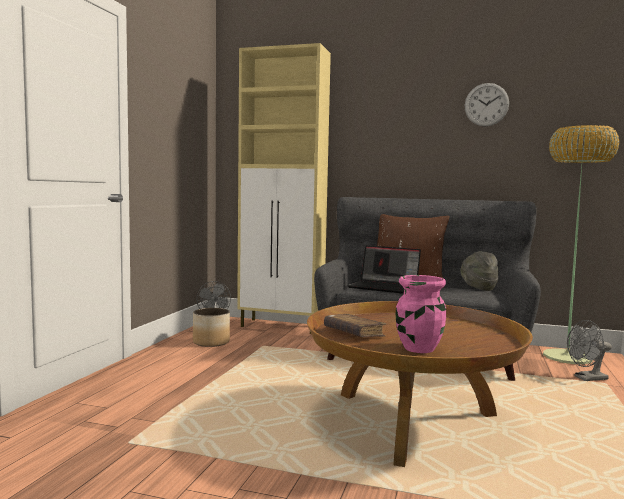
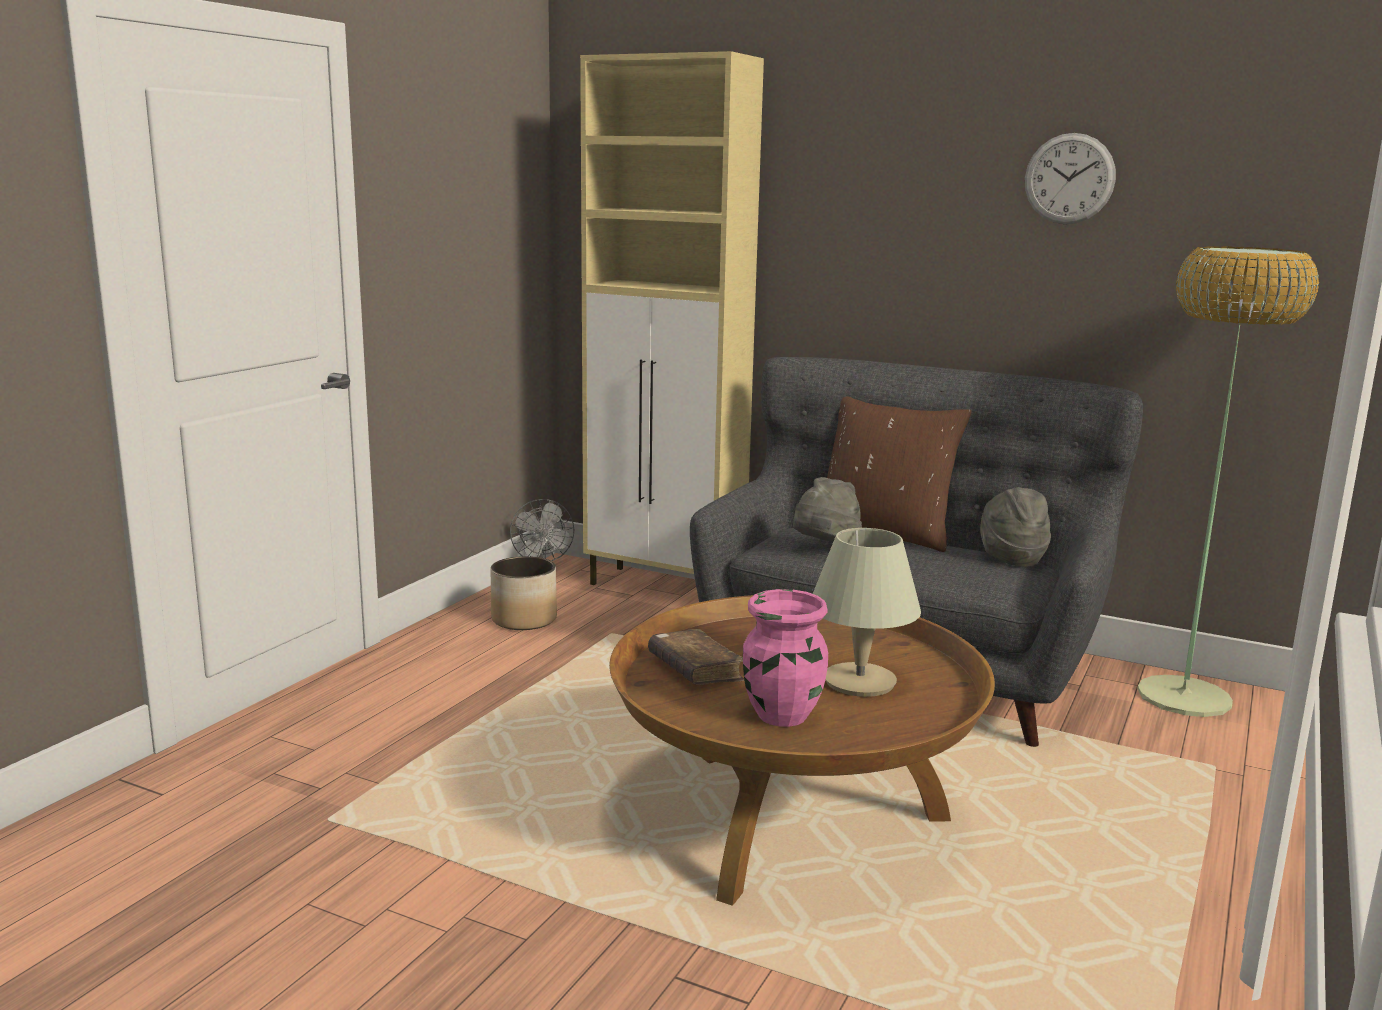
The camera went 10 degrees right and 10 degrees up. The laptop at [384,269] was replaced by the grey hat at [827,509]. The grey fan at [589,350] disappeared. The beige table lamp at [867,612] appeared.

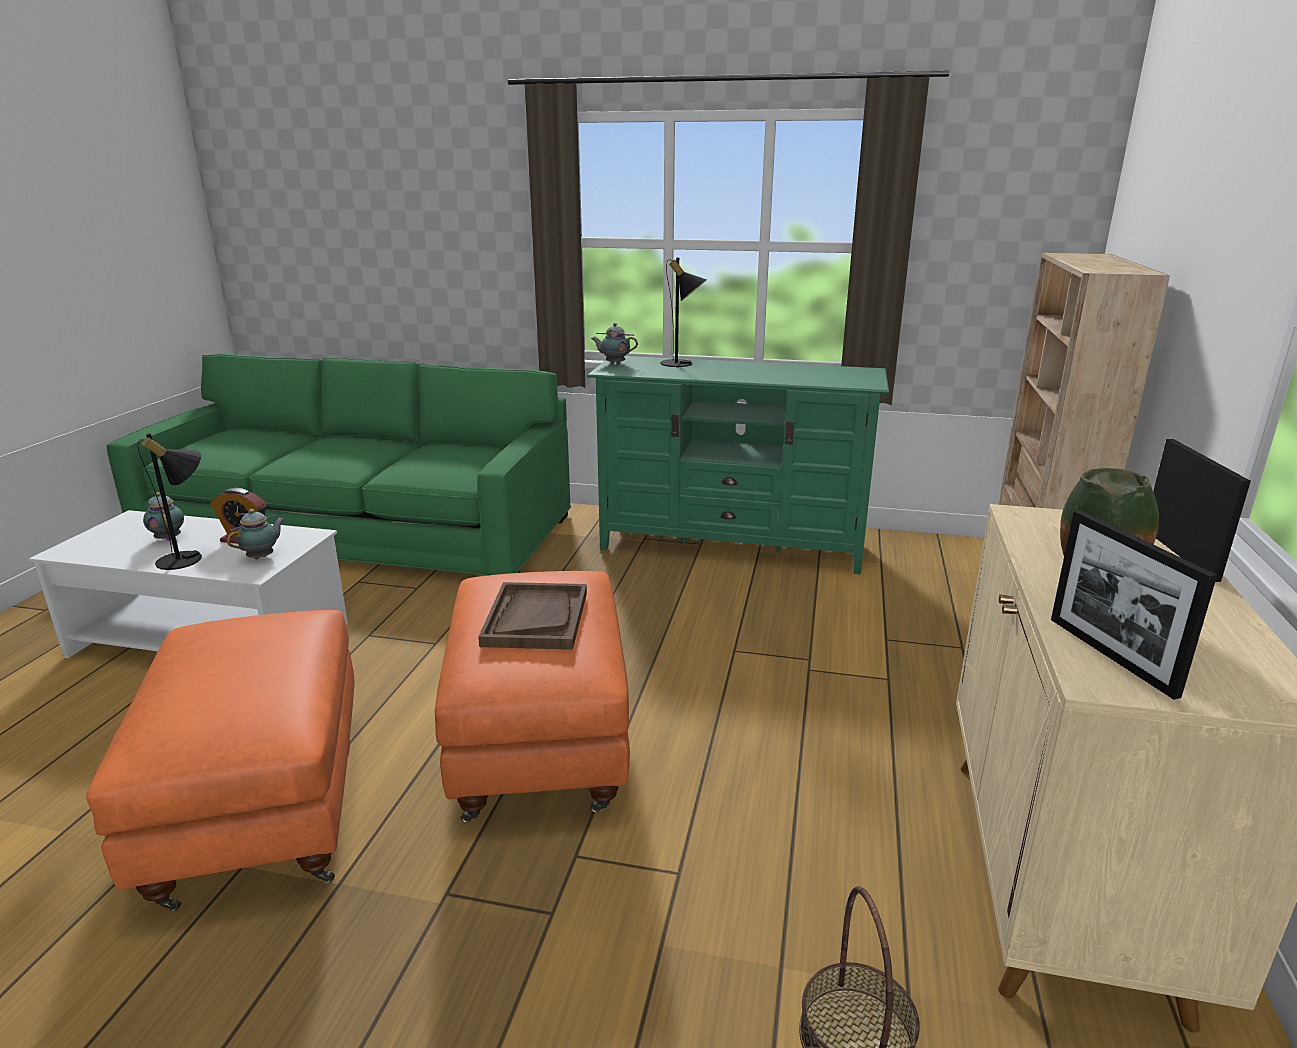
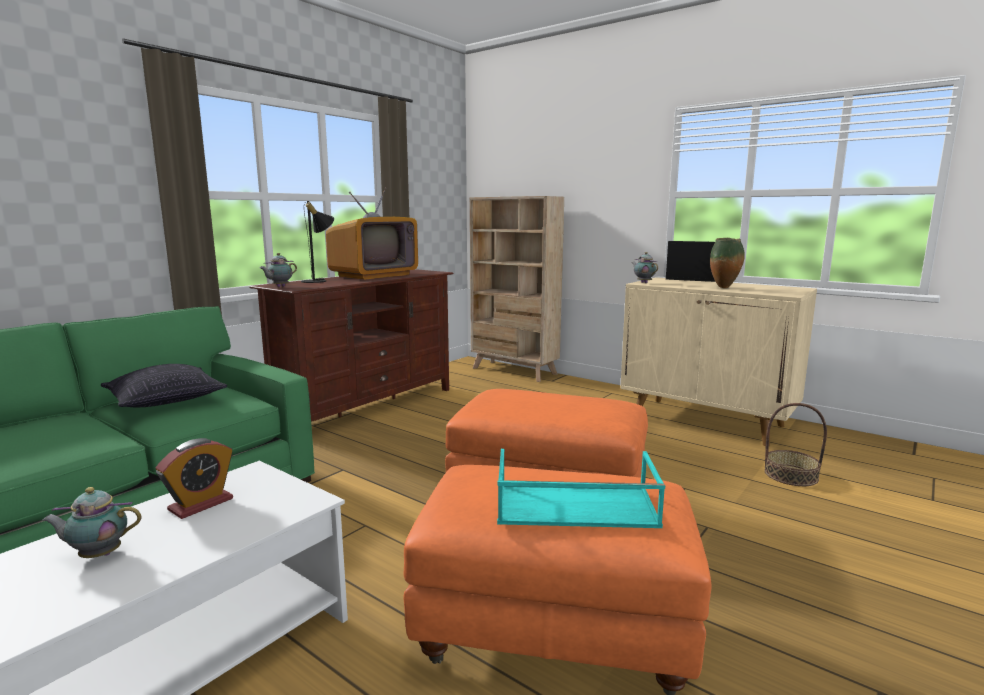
The camera went 65 degrees left and 10 degrees down. The black table lamp at [169,501] disappeared. The teapot moved from [256,534] to [645,267]. The brown tray at [532,616] disappeared. The green tv stand at [738,465] became the brown tv stand at [351,345]. The picture frame at [1134,605] disappeared. The pillow at [163,385] appeared. The television at [372,233] appeared. The turquoise tray at [581,488] appeared.

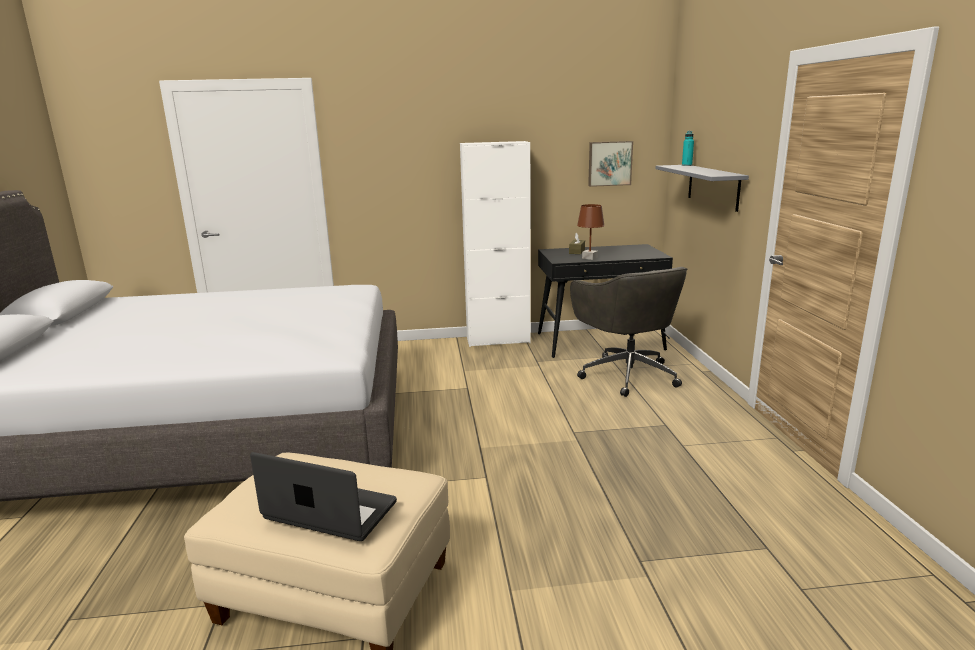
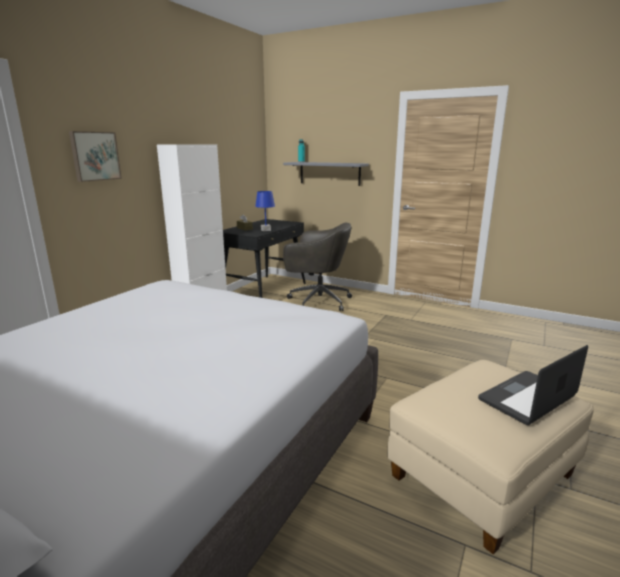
The camera went 55 degrees left and 0 degrees up. The brown table lamp at [591,232] became the blue table lamp at [265,211]. The picture moved from [610,164] to [95,156].

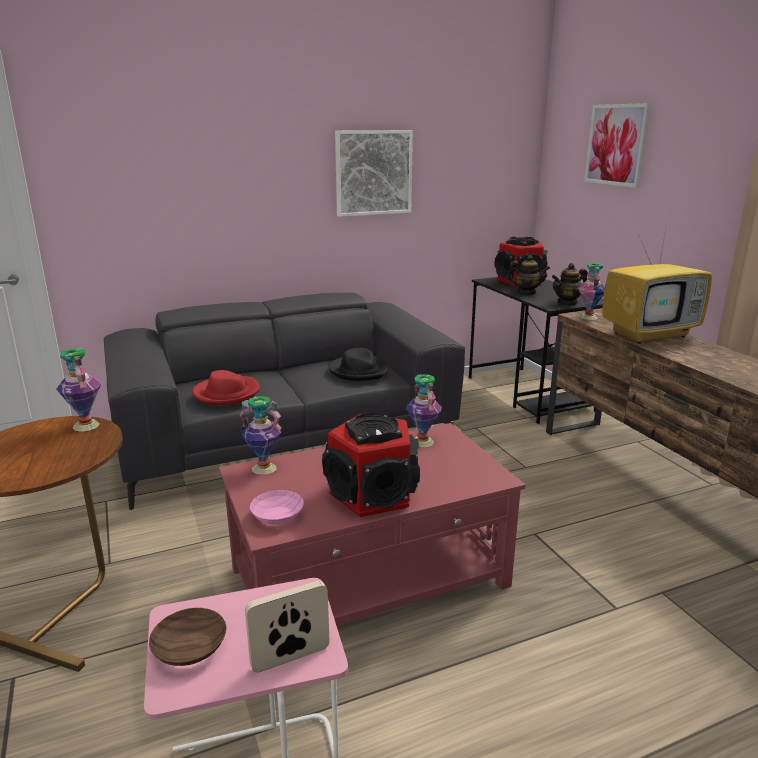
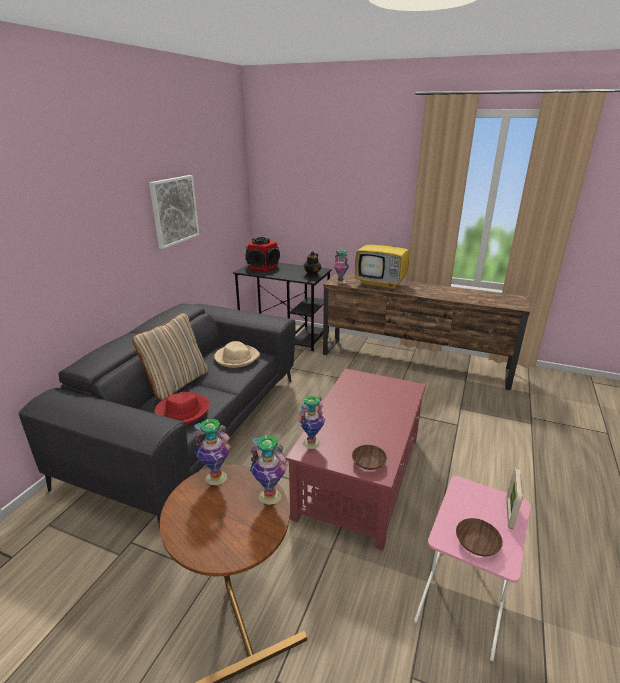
The camera went 45 degrees left and 5 degrees up. The pink bowl at [277,507] became the brown bowl at [369,457]. The speaker at [371,465] disappeared. The black hat at [358,364] became the beige hat at [237,354]. The vase moved from [424,410] to [268,470]. The teapot at [528,274] disappeared. The picture at [617,145] disappeared. The television at [657,283] turned 90 degrees clockwise. The beige pillow at [170,357] appeared.

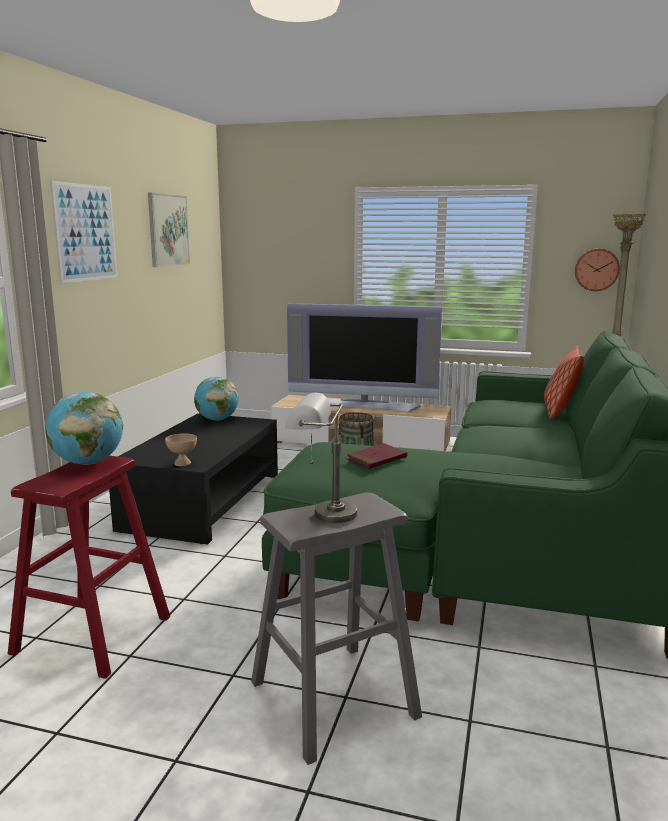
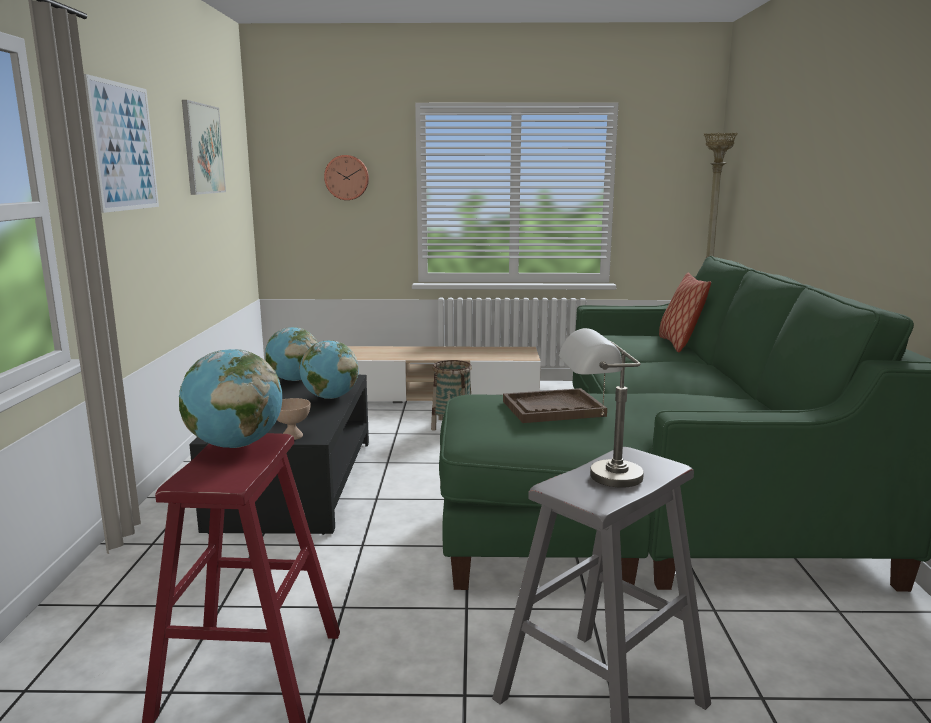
The camera went 15 degrees left and 0 degrees up. The television at [364,357] disappeared. The red book at [377,456] was replaced by the brown tray at [555,405]. The wall clock moved from [597,269] to [346,177]. The globe at [329,369] appeared.

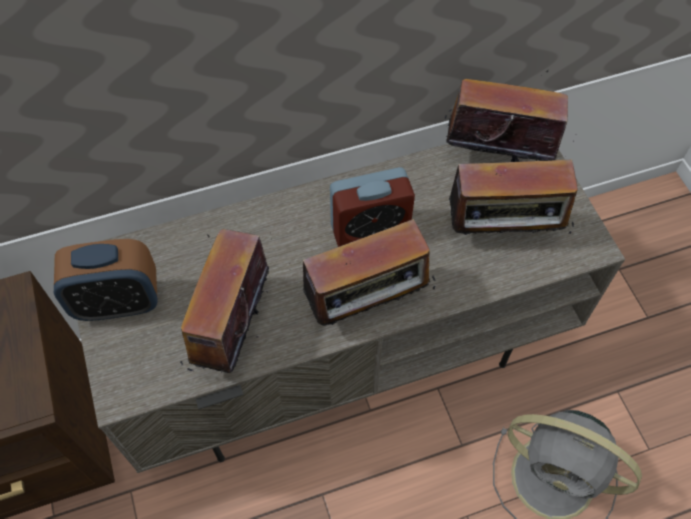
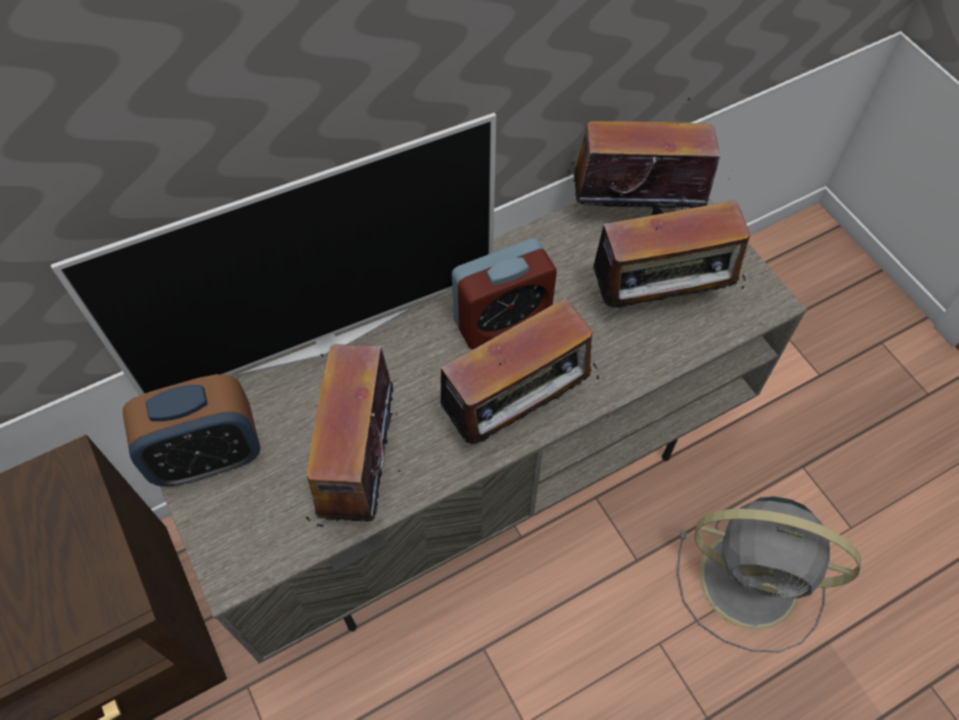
The camera went 10 degrees left and 0 degrees up. The television at [273,254] appeared.

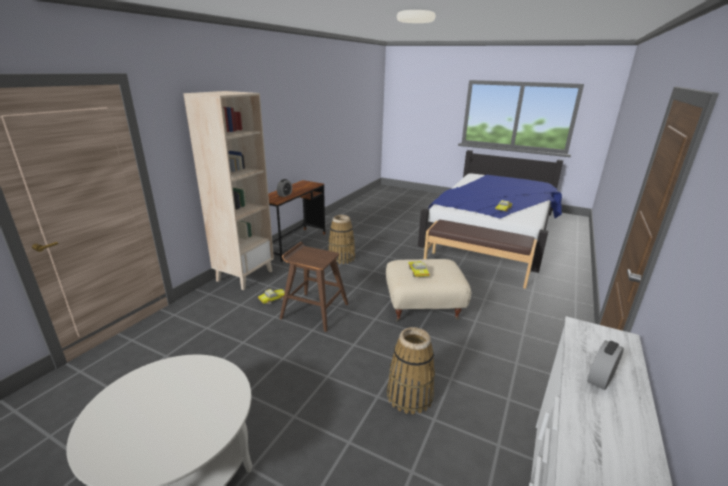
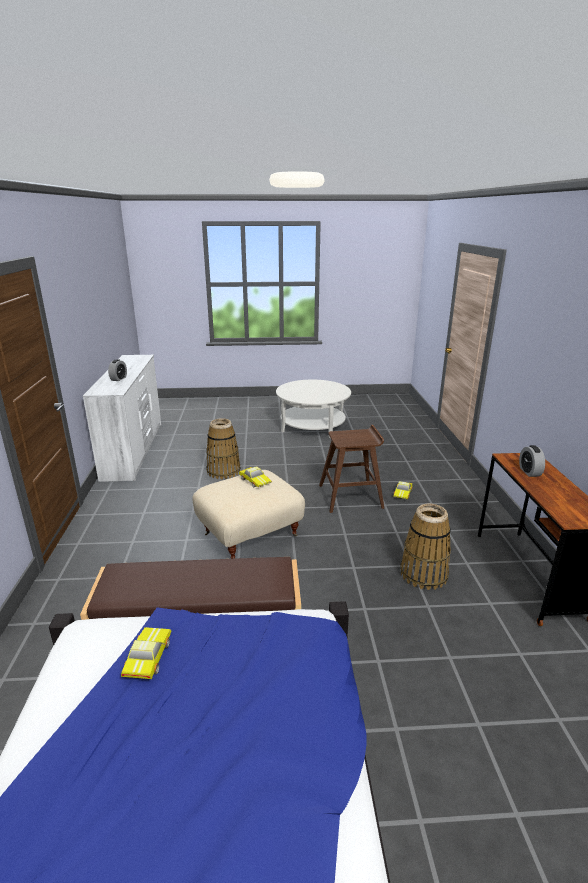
The camera went 150 degrees right and 0 degrees up. The beige bookcase at [228,190] disappeared.

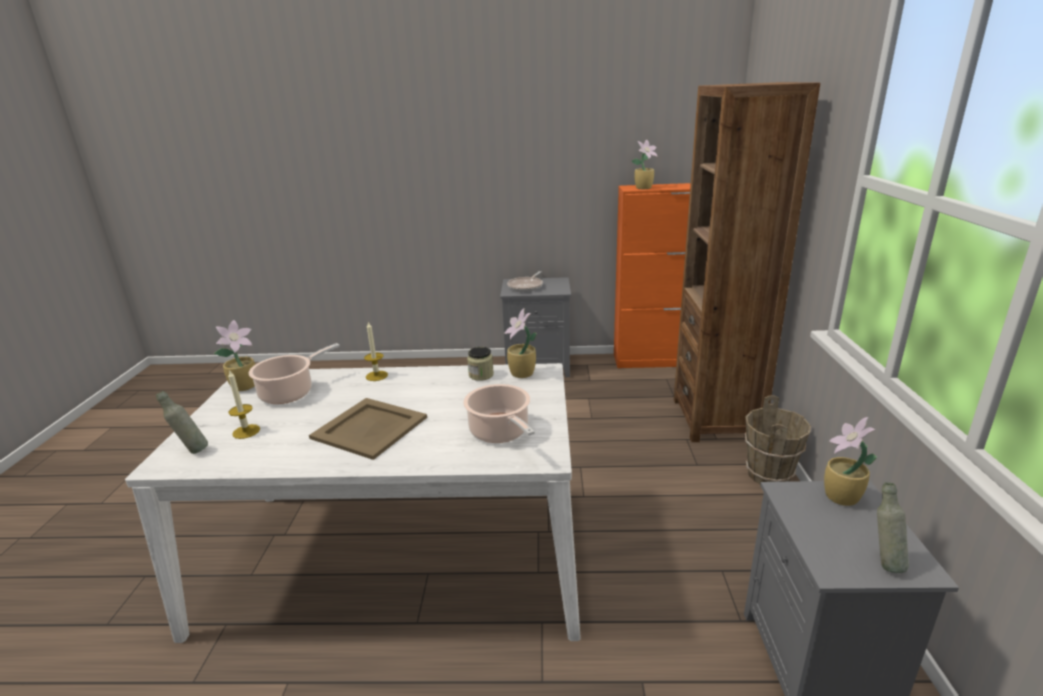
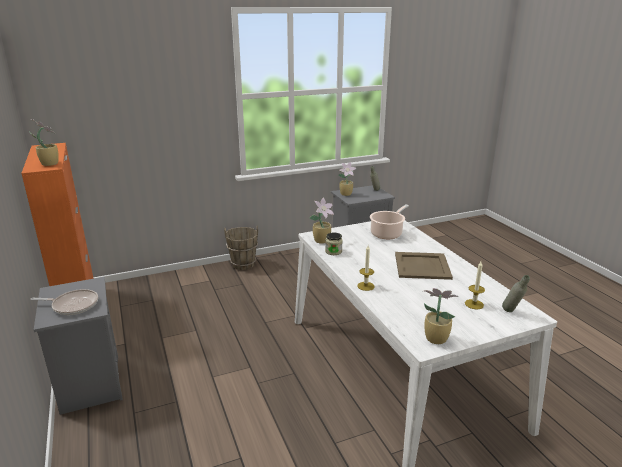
The camera went 115 degrees left and 0 degrees up. The cooking pot at [294,373] disappeared. The brown bookcase at [747,262] disappeared.

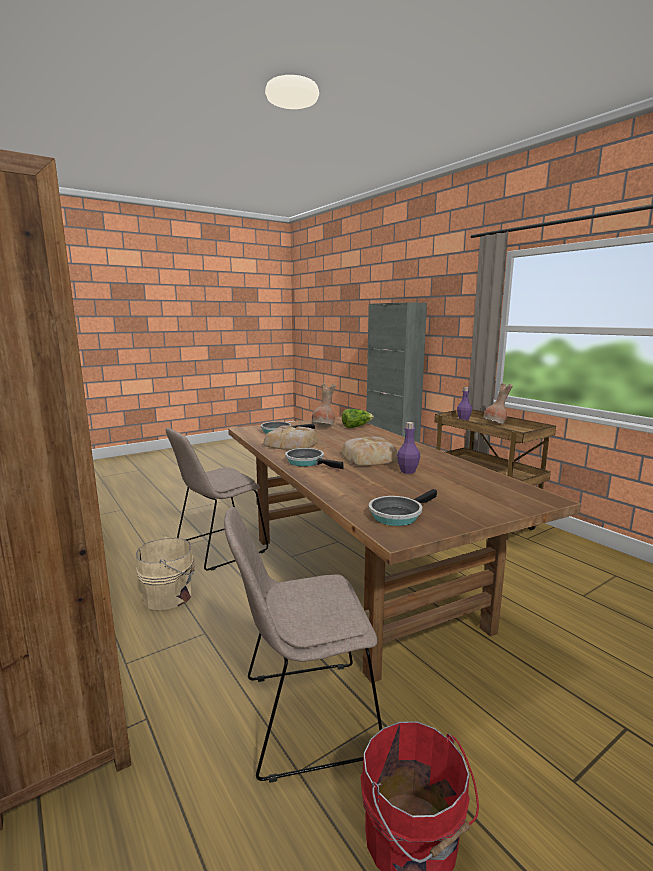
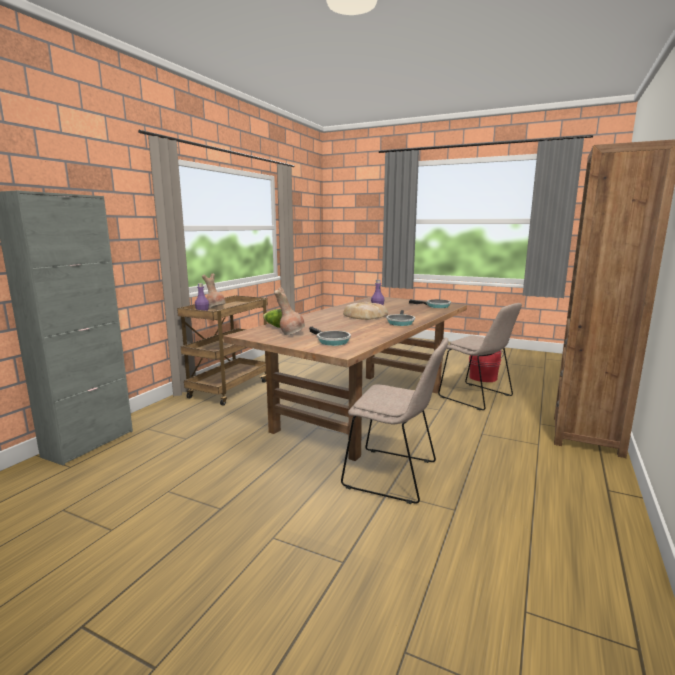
The camera went 120 degrees left and 0 degrees up. The beige bucket at [165,572] disappeared. The bread at [290,437] disappeared.

